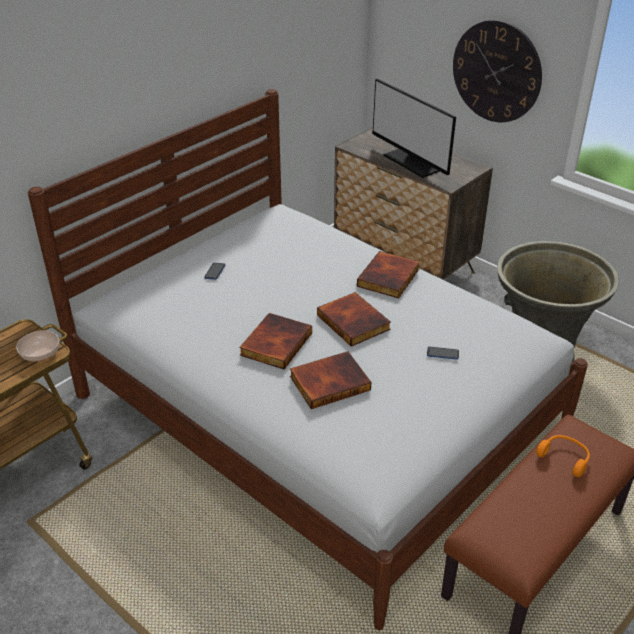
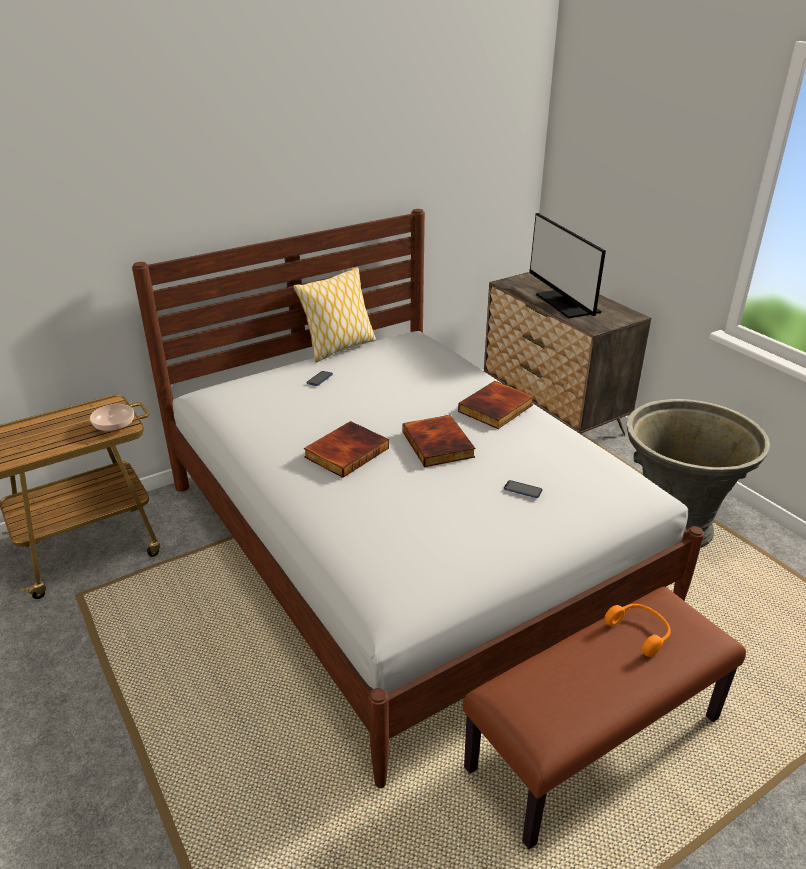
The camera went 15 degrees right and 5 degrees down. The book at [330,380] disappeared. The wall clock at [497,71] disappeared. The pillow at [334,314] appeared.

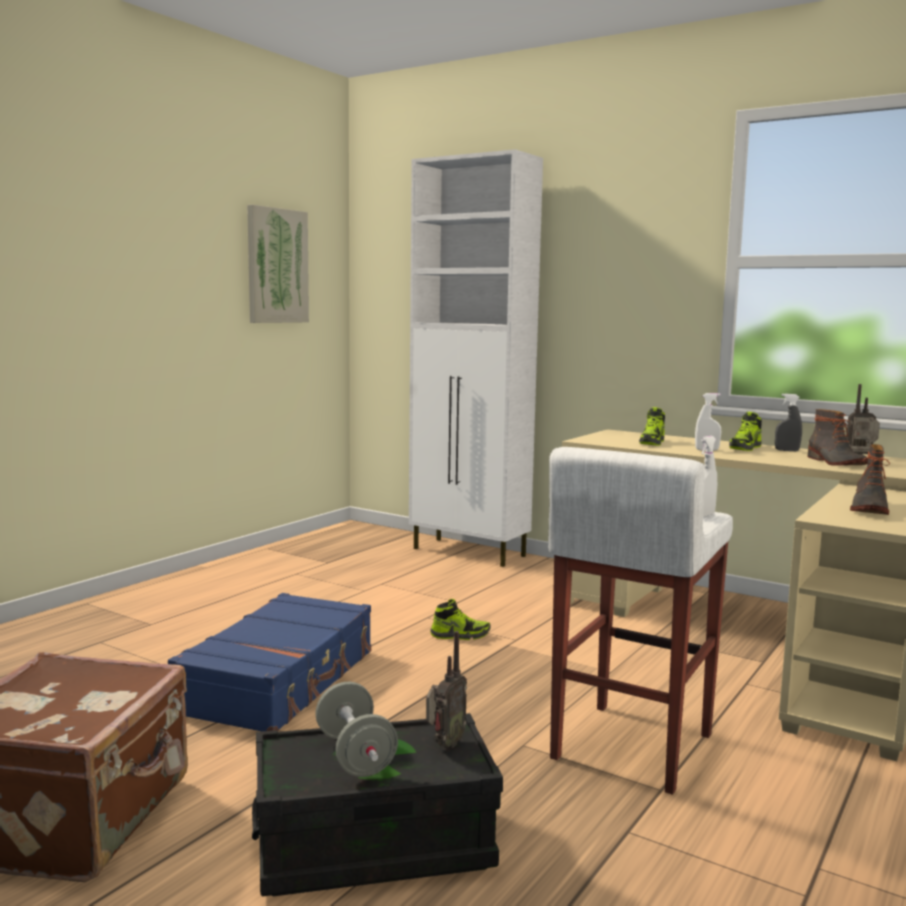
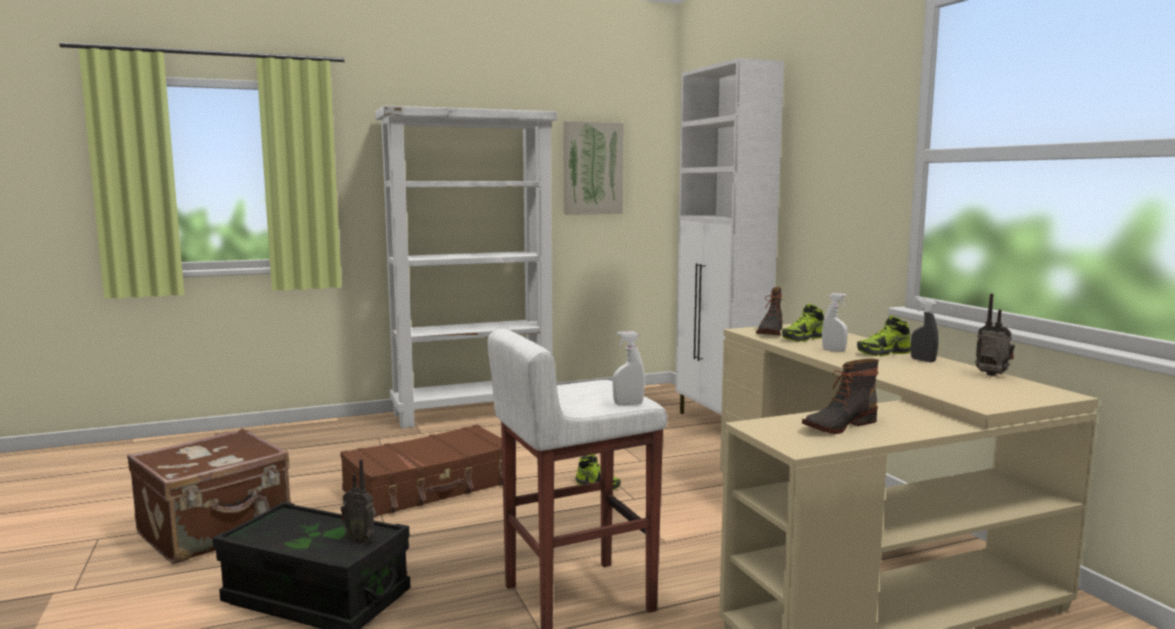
The camera went 35 degrees right and 0 degrees up. The blue suitcase at [270,662] became the brown suitcase at [421,470]. The grey dumbbell at [356,729] disappeared. The radio at [446,689] turned 45 degrees clockwise. The boot moved from [837,437] to [769,311]. The white bookcase at [466,267] appeared.

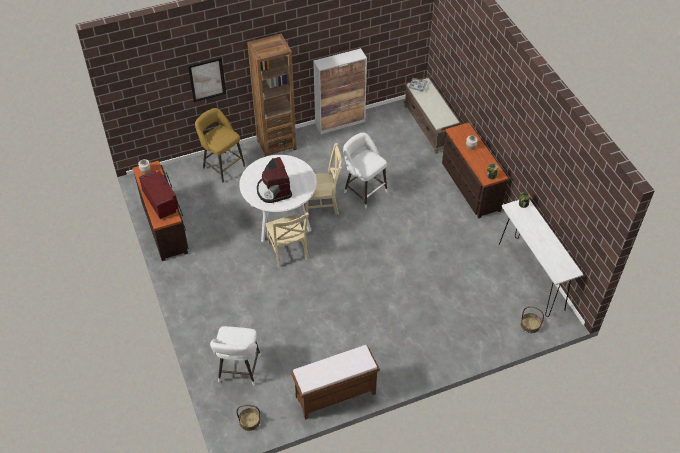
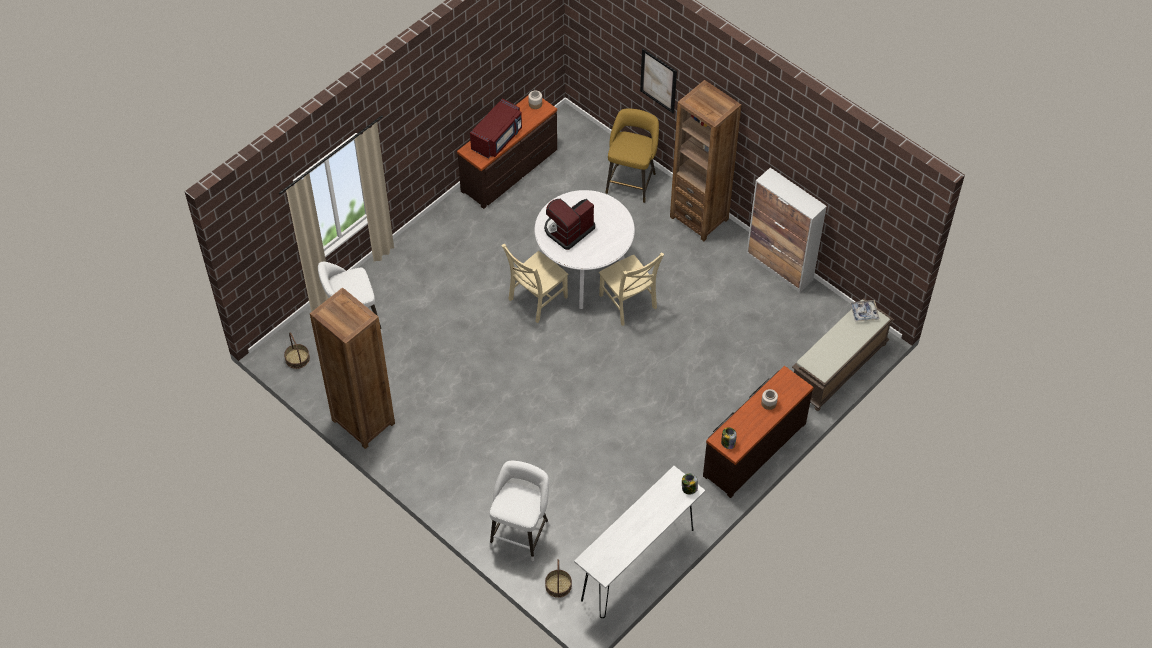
The camera went 65 degrees right and 5 degrees up. The brown bench at [335,382] was replaced by the brown bookcase at [352,368]. The white stool moved from [365,170] to [519,511].

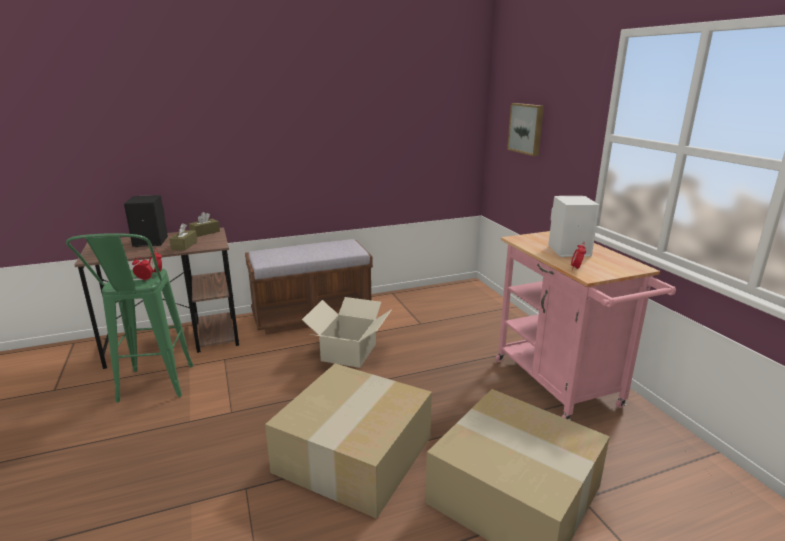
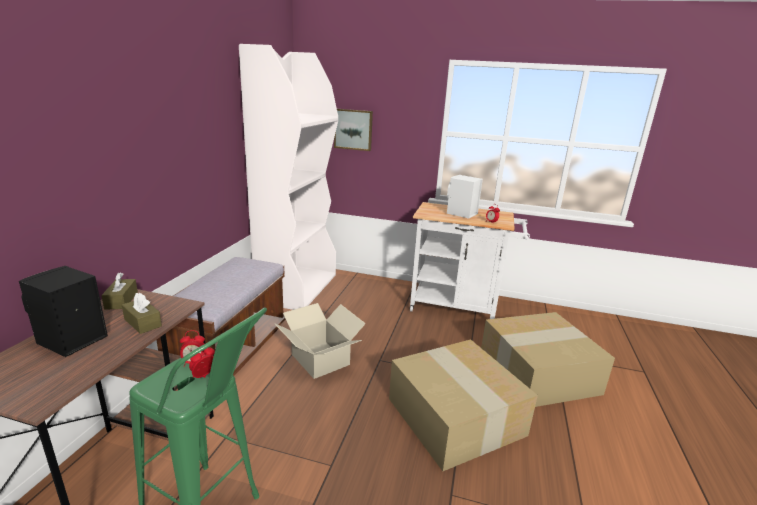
The camera went 55 degrees left and 0 degrees up. The pink cart at [585,325] became the white cart at [470,260]. The white bookcase at [288,177] appeared.

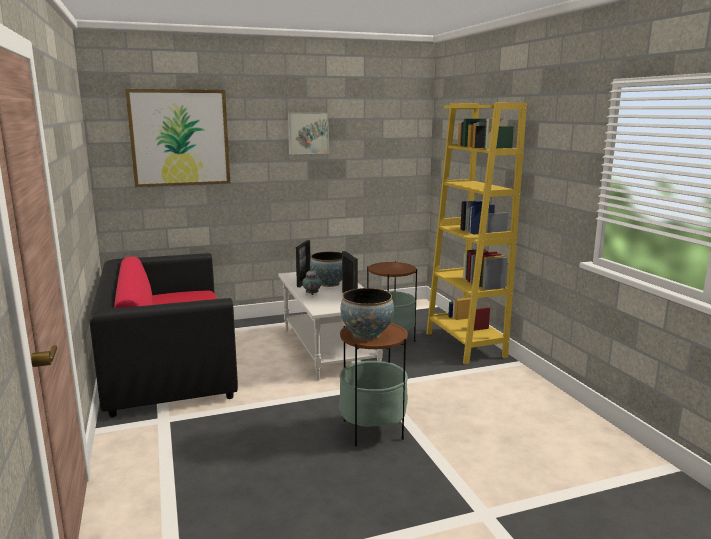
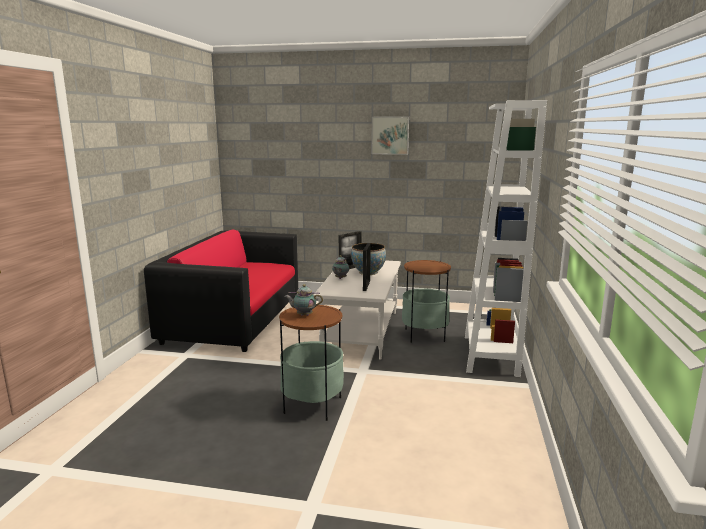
The camera went 30 degrees right and 0 degrees up. The picture at [177,138] disappeared. The bowl at [367,314] was replaced by the teapot at [303,300]. The yellow bookcase at [476,233] became the white bookcase at [506,238].

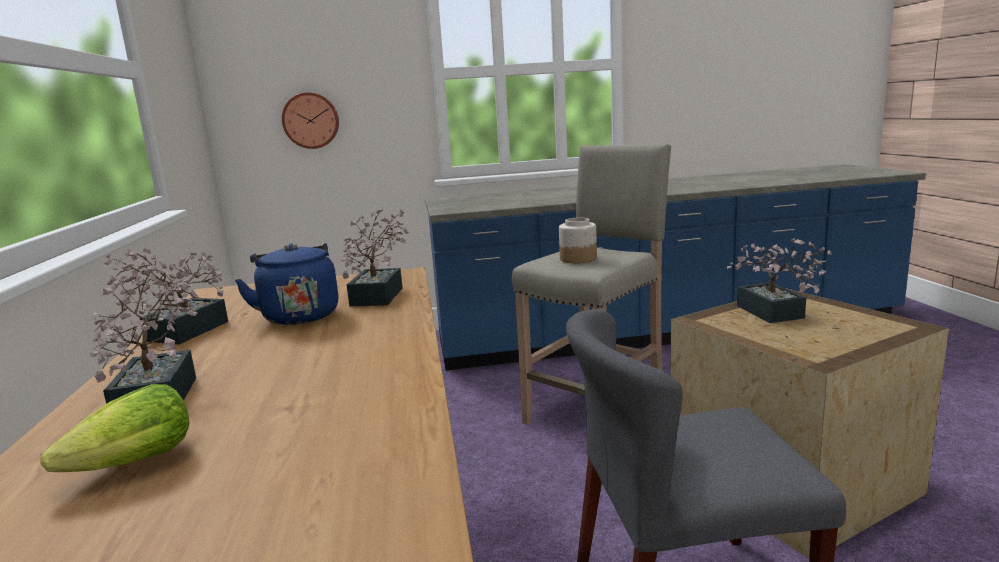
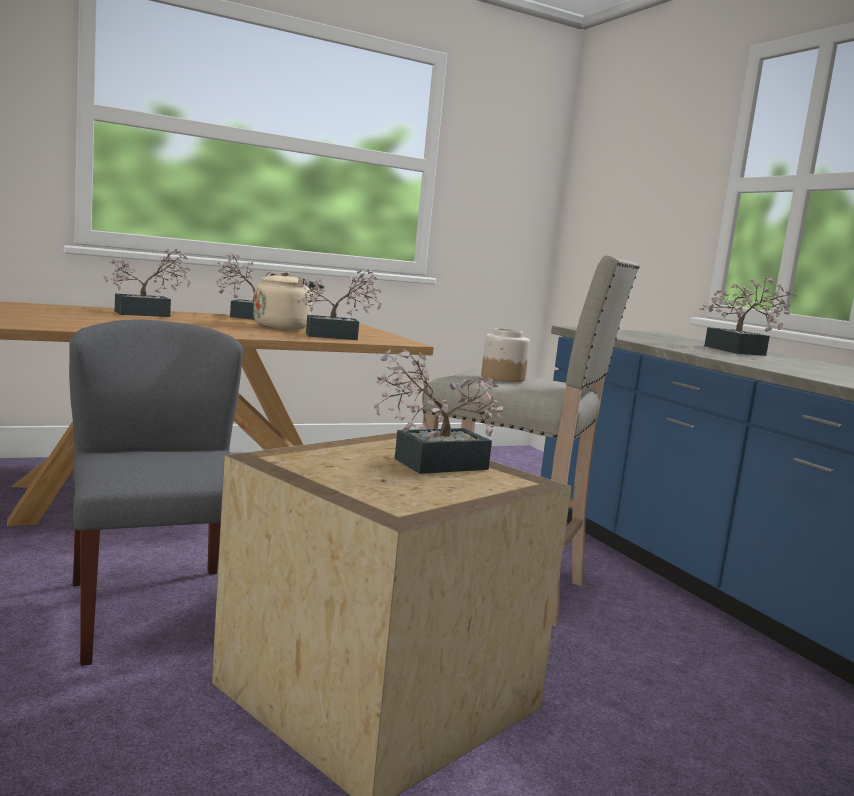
The camera went 70 degrees right and 5 degrees down. The lettuce at [114,428] disappeared. The blue kettle at [286,284] became the beige kettle at [288,301]. The wall clock at [310,120] disappeared. The potted plant at [748,316] appeared.

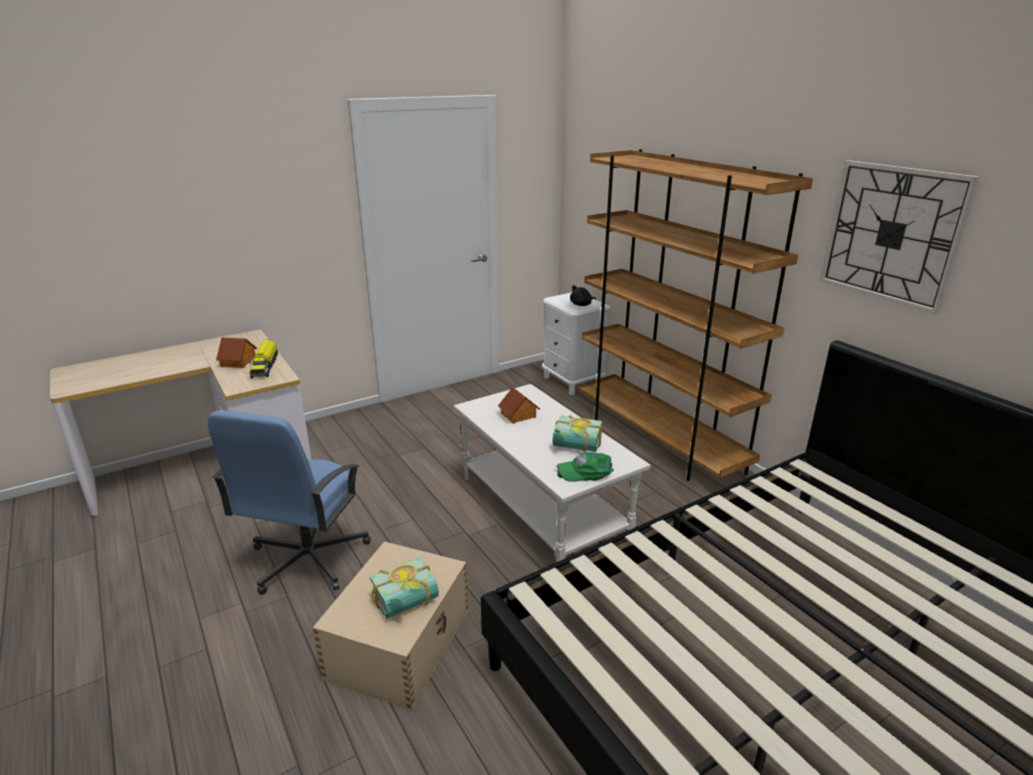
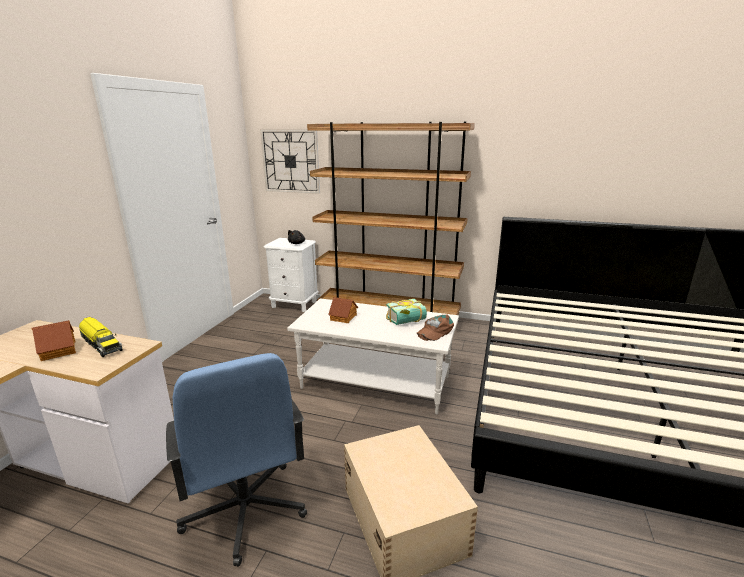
The camera went 40 degrees left and 5 degrees down. The book at [404,587] disappeared. The green cap at [585,467] became the brown cap at [435,328]. The wall clock moved from [899,237] to [290,161].

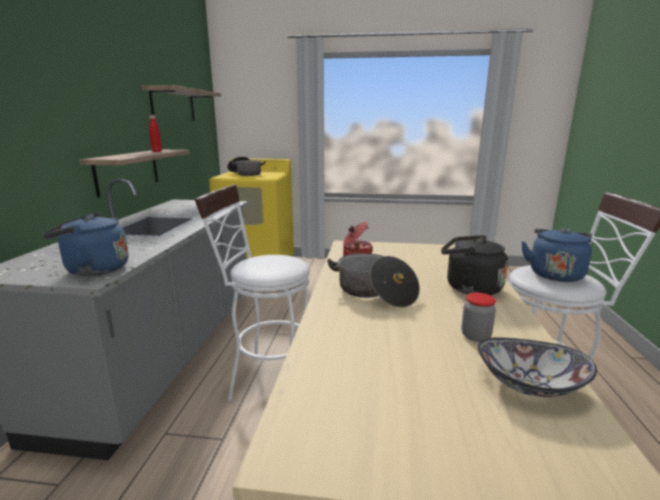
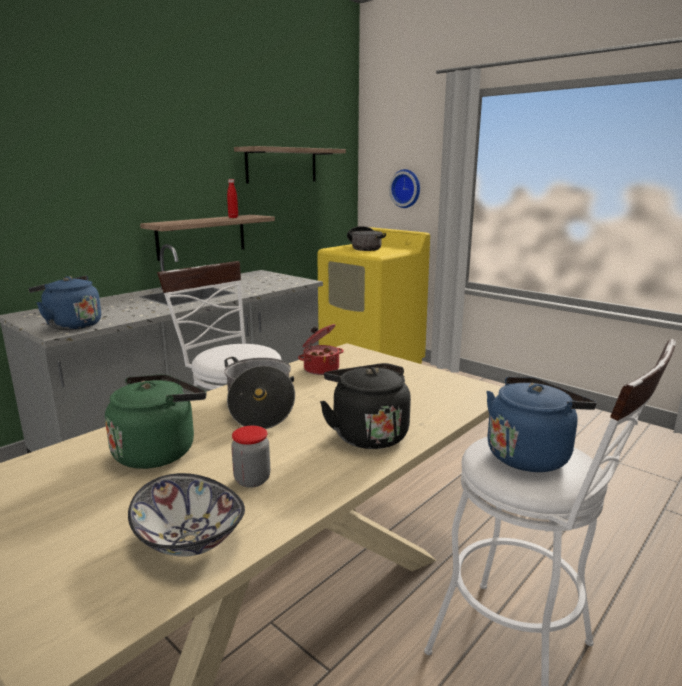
The camera went 35 degrees right and 0 degrees up. The green kettle at [155,421] appeared. The wall clock at [404,188] appeared.

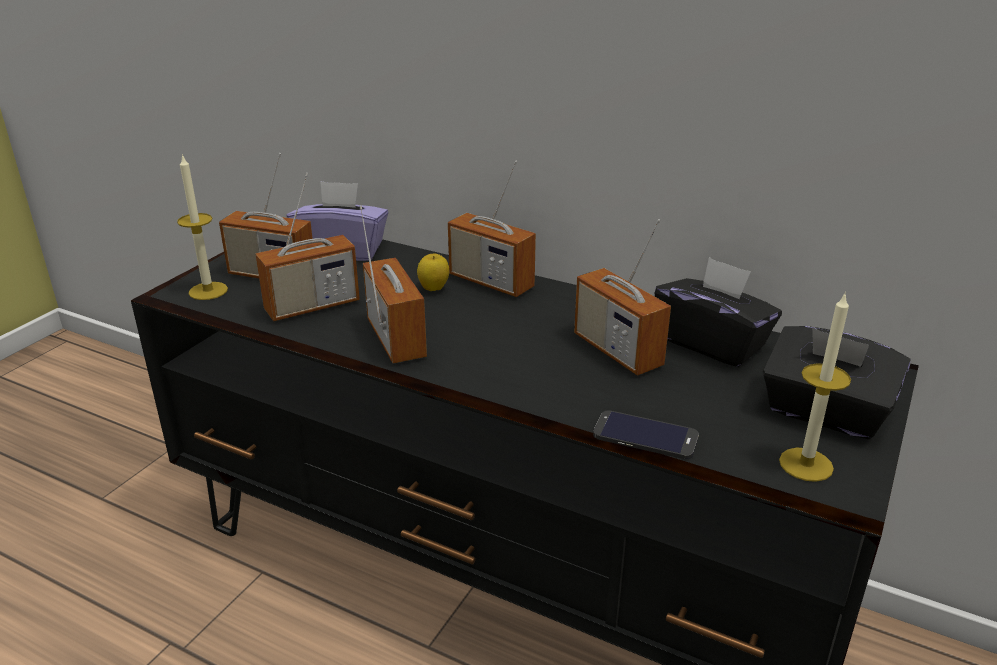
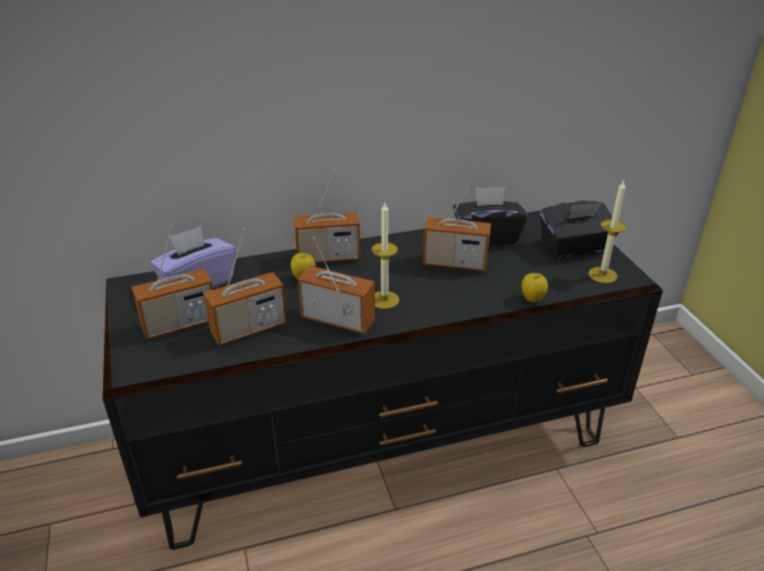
The camera went 45 degrees left and 5 degrees up. The candle moved from [202,227] to [385,256]. The radio at [307,247] turned 45 degrees clockwise. The phone at [646,434] was replaced by the apple at [534,288].

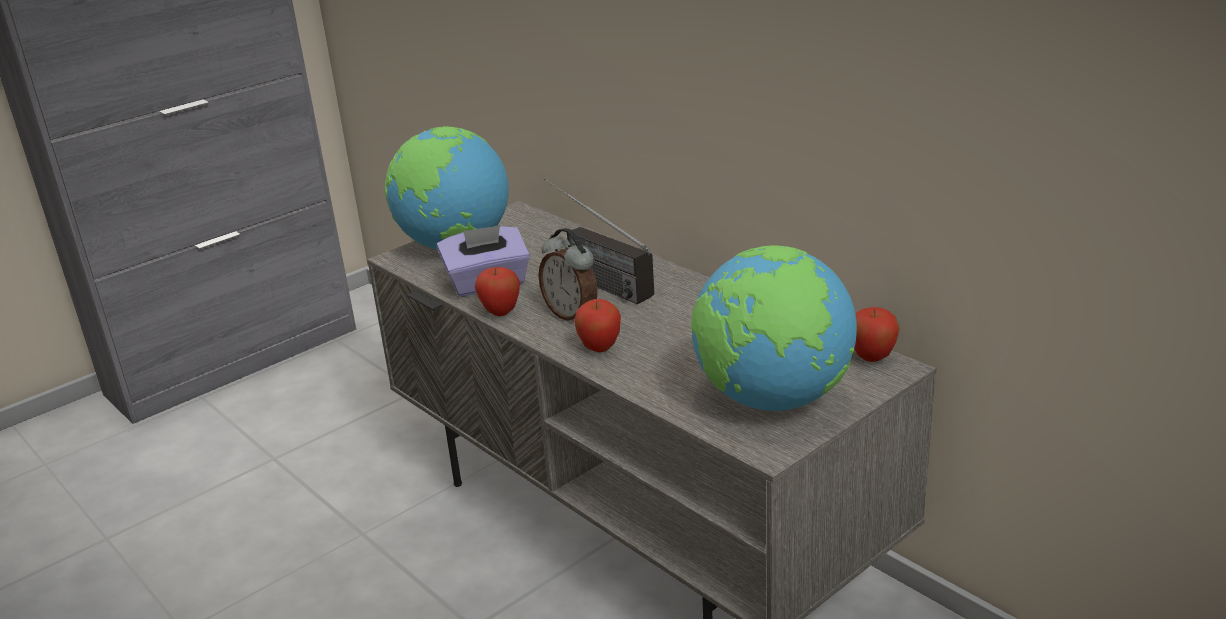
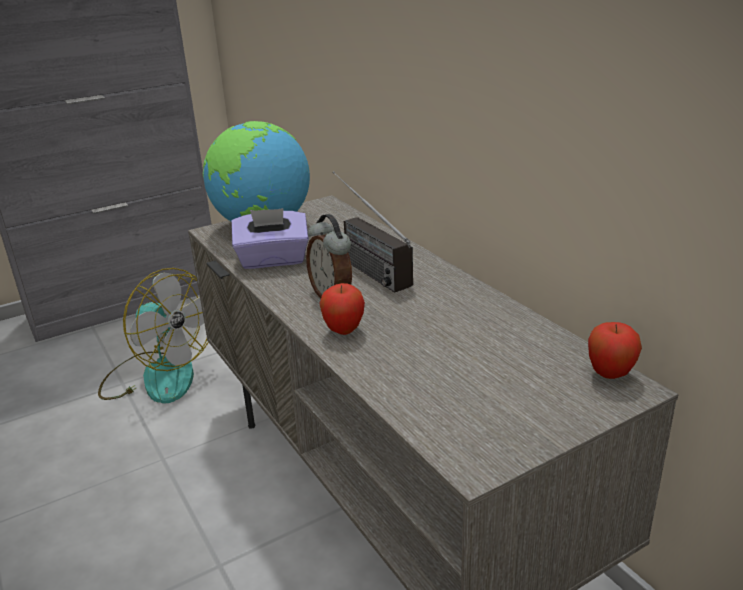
The camera went 10 degrees right and 0 degrees up. The apple at [497,291] disappeared. The globe at [774,328] disappeared. The fan at [153,335] appeared.

